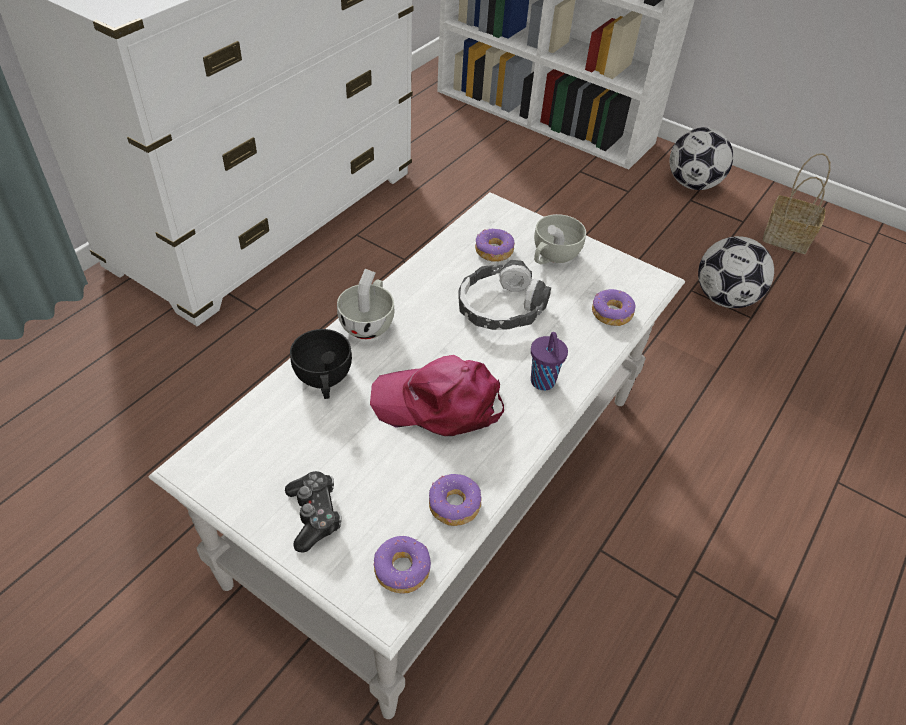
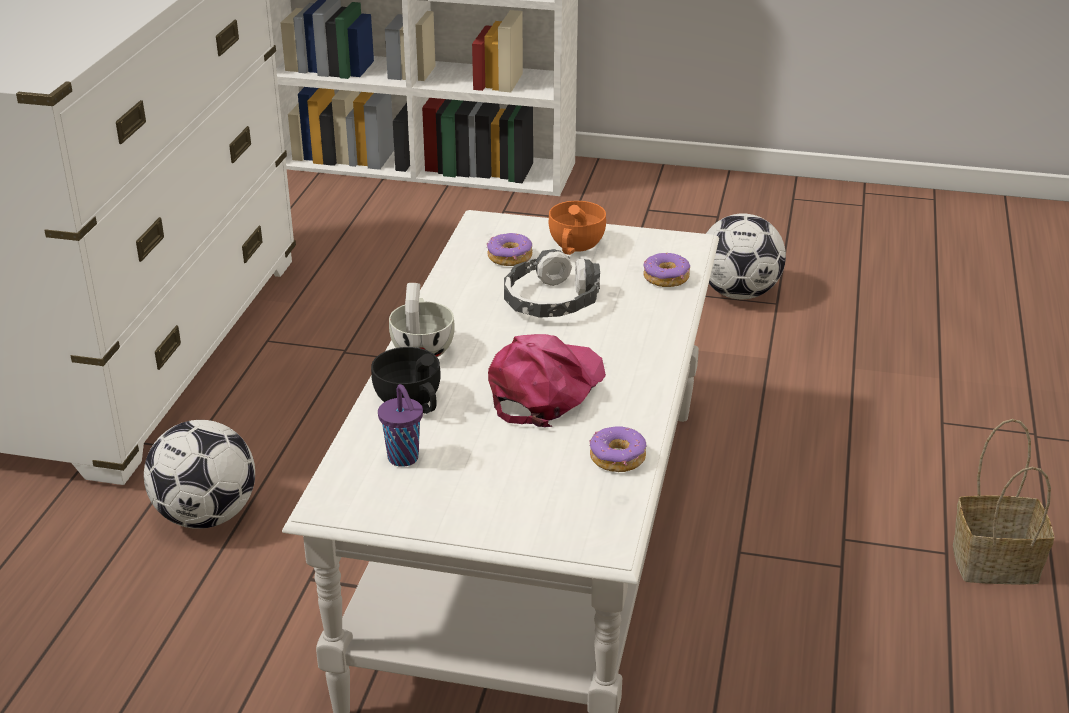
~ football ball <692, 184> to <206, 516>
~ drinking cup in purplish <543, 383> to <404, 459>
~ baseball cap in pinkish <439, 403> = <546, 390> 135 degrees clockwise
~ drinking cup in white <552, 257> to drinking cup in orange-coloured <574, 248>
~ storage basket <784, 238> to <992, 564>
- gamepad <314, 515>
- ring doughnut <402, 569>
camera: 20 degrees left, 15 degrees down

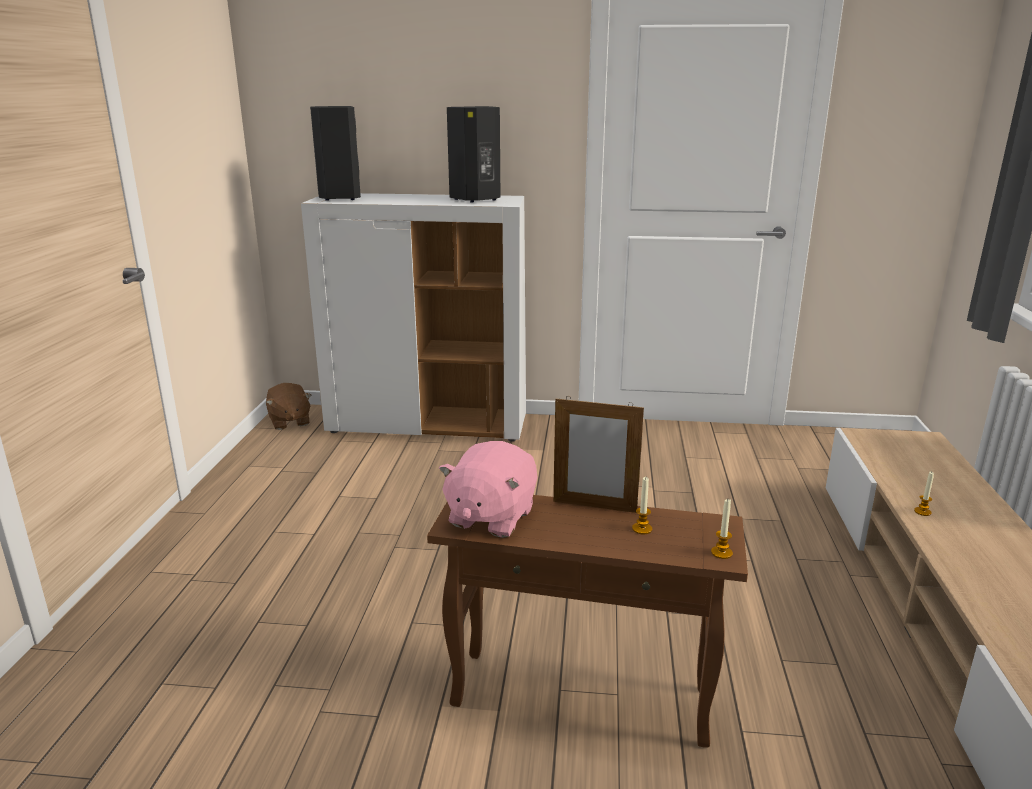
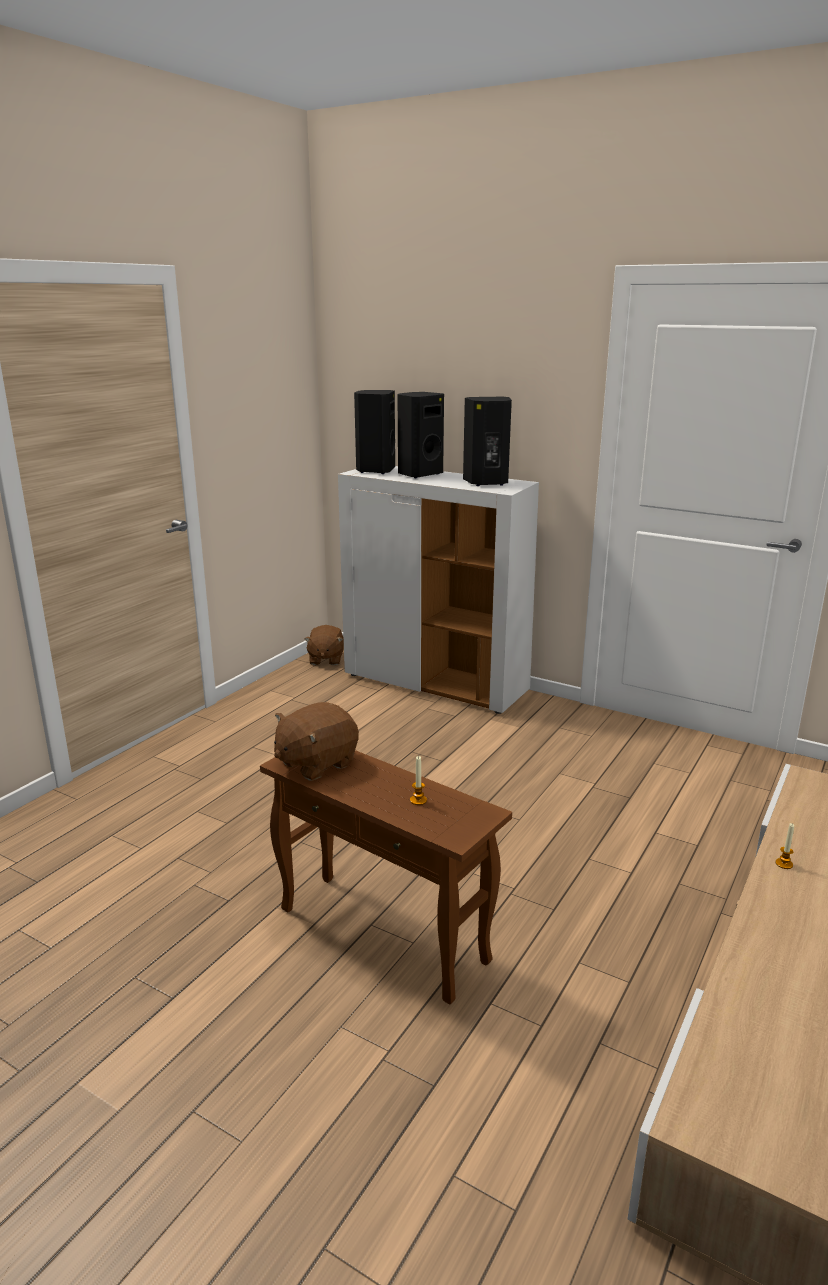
~ soft toy in pinkish <490, 517> to soft toy in brownish <316, 763>
+ loudspeaker in black <419, 474>
- standing frame <594, 506>
- wax light <721, 553>
camera: 25 degrees right, 0 degrees up

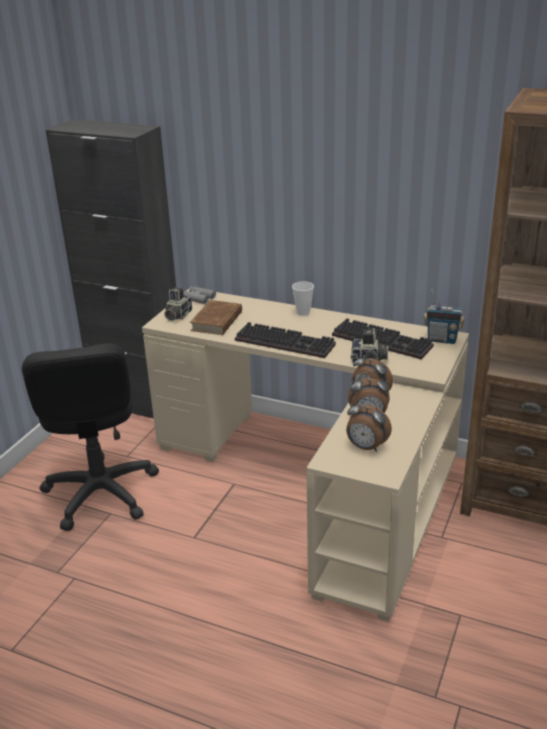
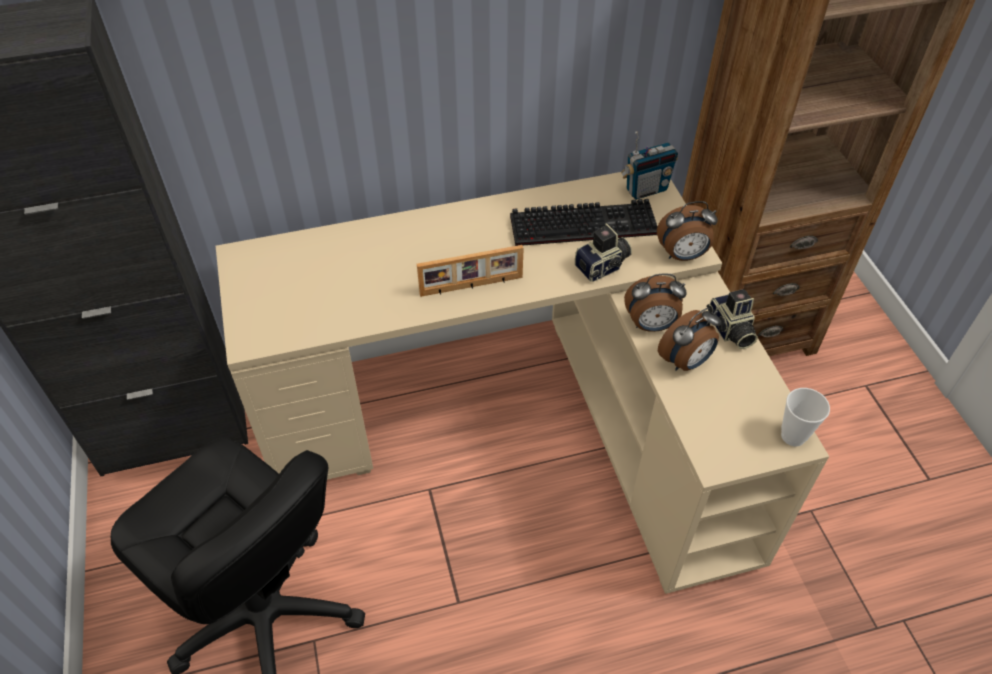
~ PC keyboard <287, 342> to standing frame <471, 286>
~ bedside clock <366, 447> to <682, 255>
~ photo camera <177, 315> to <729, 330>
~ drinking cup <303, 312> to <793, 436>
- pair of binoculars in grey <198, 298>
- bound book in brownish <217, 321>
camera: 40 degrees left, 20 degrees up

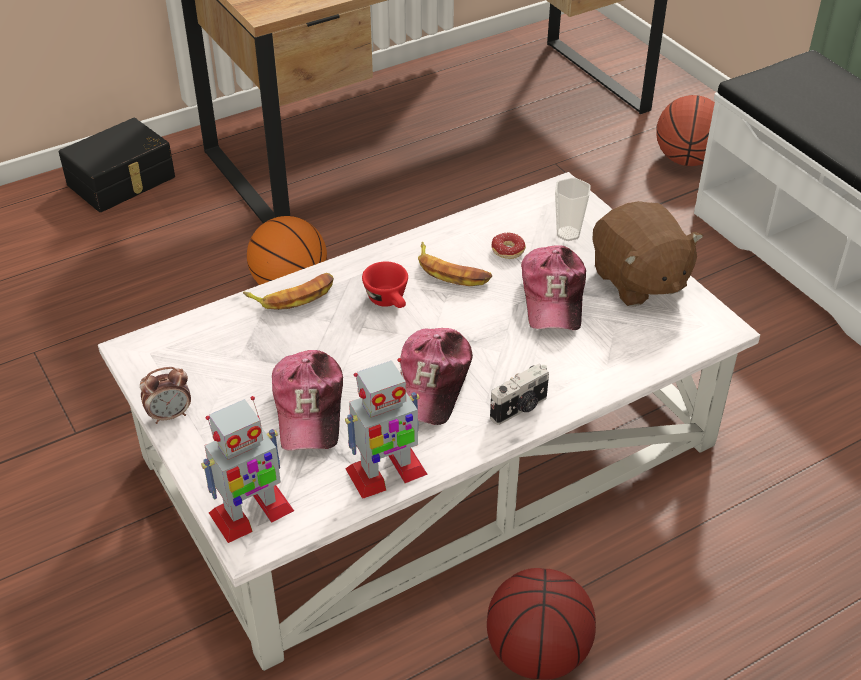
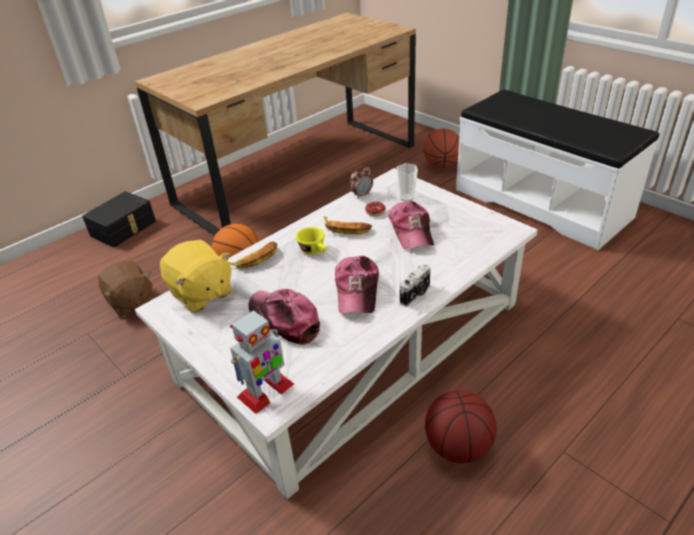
~ soft toy in brownish <638, 280> to <131, 302>
+ soft toy in yellowish <201, 293>
~ baseball cap <309, 408> = <284, 320> 150 degrees clockwise
~ drinking cup in reddish <389, 301> to drinking cup in yellowish <314, 251>
~ bedside clock <170, 415> to <362, 195>
- model robot <385, 472>
camera: 10 degrees left, 5 degrees down

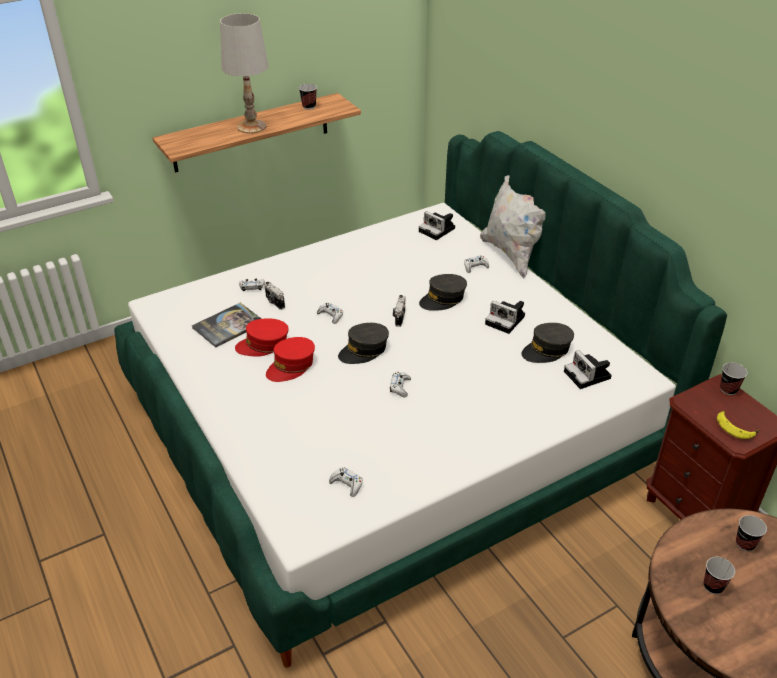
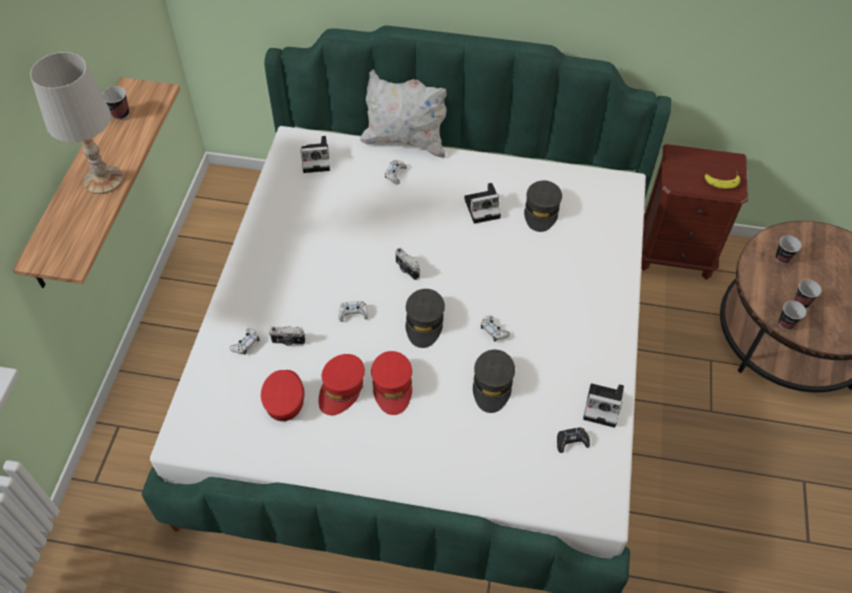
~ bound book <228, 325> to baseball cap in reddish <284, 398>
~ baseball cap in grey <443, 299> to <492, 385>
~ gamepad in white <347, 484> to gamepad in black <571, 442>
~ photo camera <588, 376> to <604, 406>
~ drinking cup <728, 389> to <786, 323>
camera: 50 degrees left, 15 degrees up

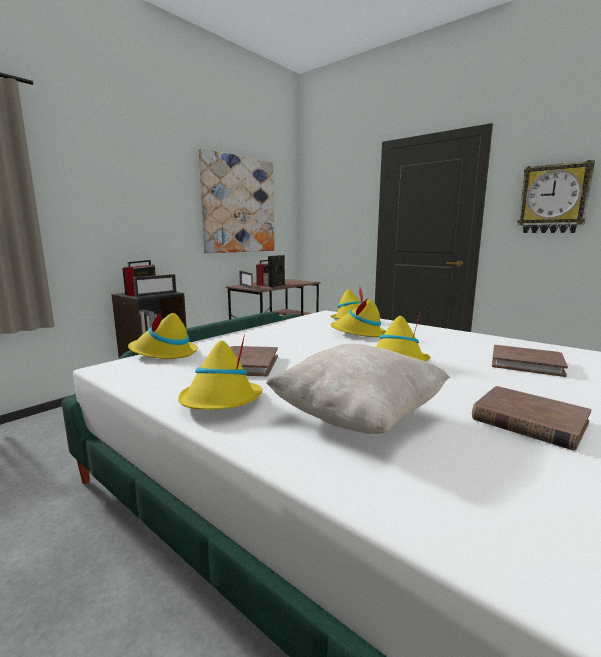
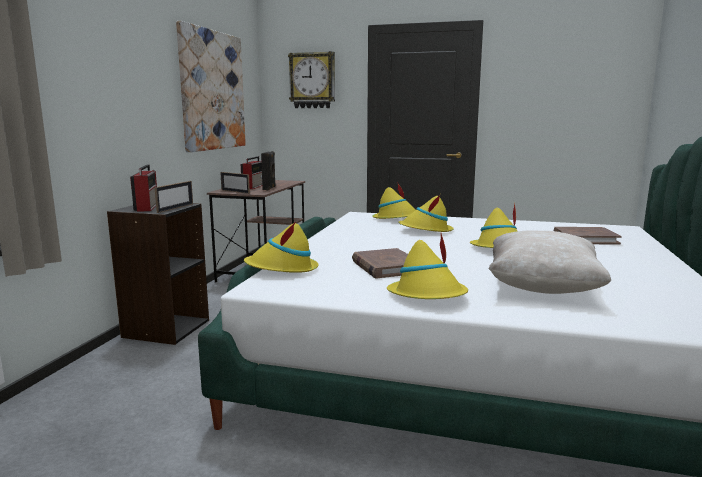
~ clock on the wall <553, 199> to <312, 80>
- bound book in brownish <528, 421>
camera: 25 degrees left, 0 degrees up

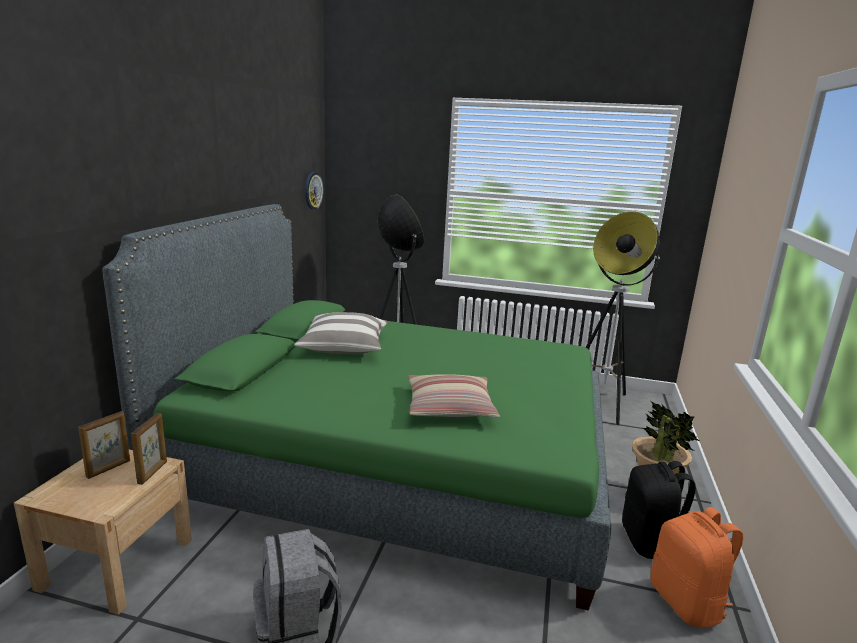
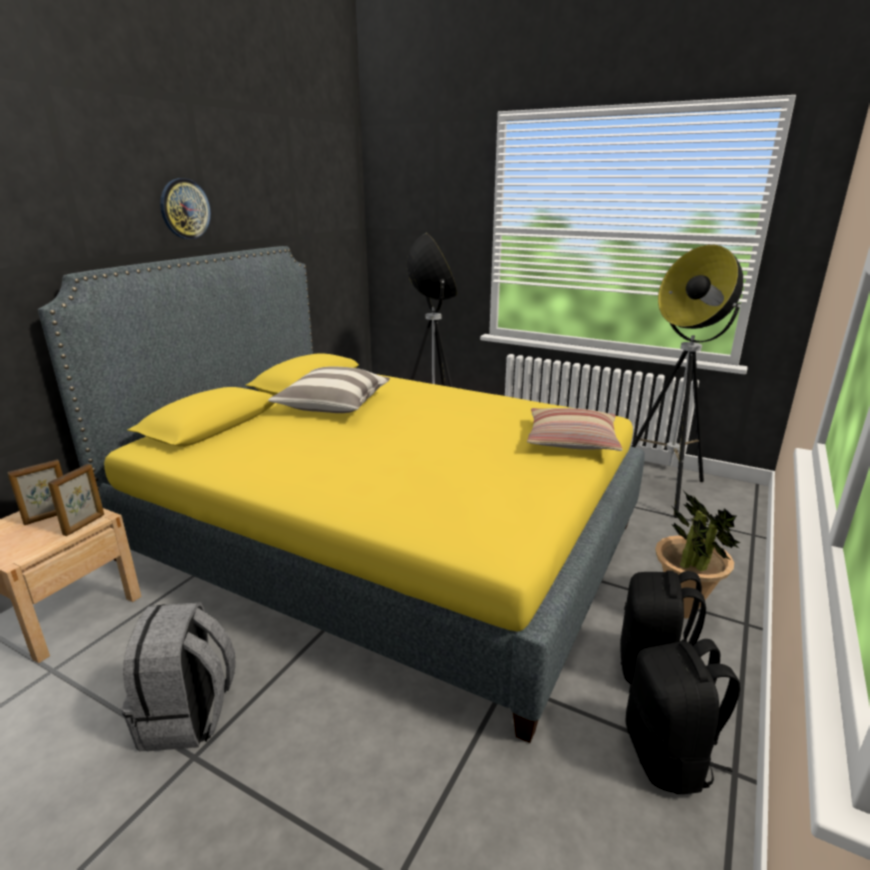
~ sleeping bed in green-coloured <393, 466> to sleeping bed in yellowish <380, 541>
~ clock on the wall <313, 190> to <185, 209>
~ throw pillow <450, 407> to <572, 440>
~ knapsack in orange-coloured <687, 603> to knapsack in black <669, 756>
camera: 15 degrees right, 5 degrees up

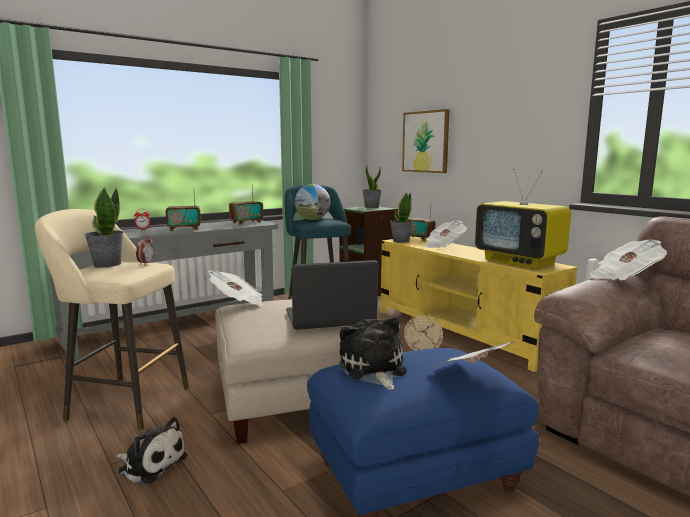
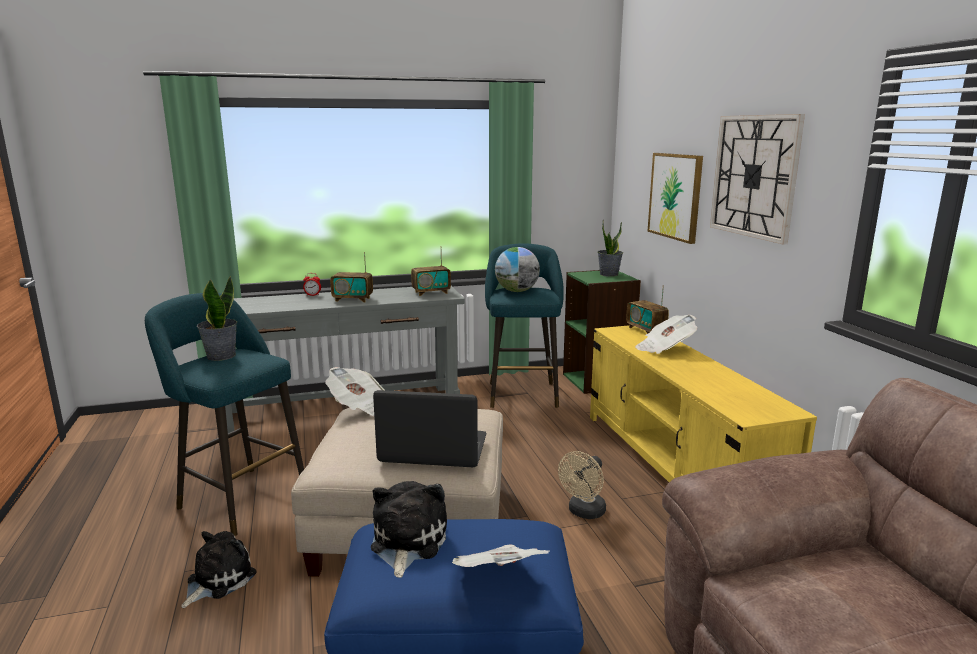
~ stool seat in sand-coloured <123, 402> to stool seat in turquoise <239, 498>
~ soft toy <151, 463> = <217, 580> 105 degrees counterclockwise
+ clock on the wall <754, 176>
- bedside clock <146, 264>
- houseplant <400, 241>
- TV set <520, 262>
- newspaper <624, 277>
camera: 20 degrees right, 5 degrees up

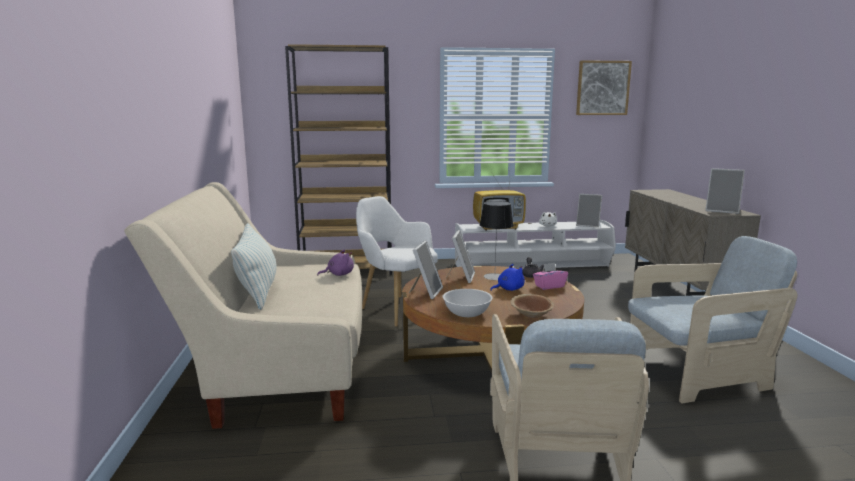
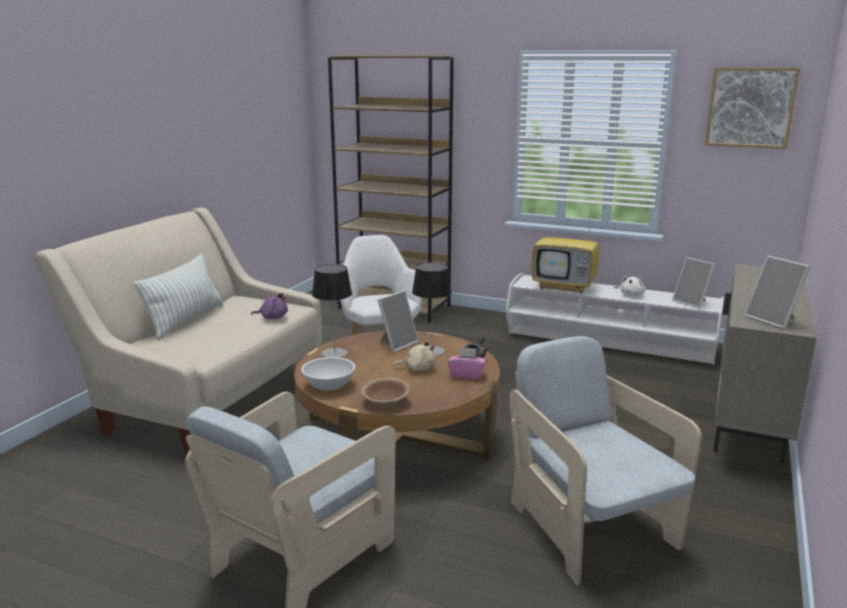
~ standing frame <426, 292> to table lamp <334, 353>
~ soft toy in blue <508, 289> to soft toy in sand-coloured <418, 368>
~ armchair in sand-coloured <697, 375> = <589, 528> 135 degrees counterclockwise
camera: 30 degrees right, 5 degrees up

